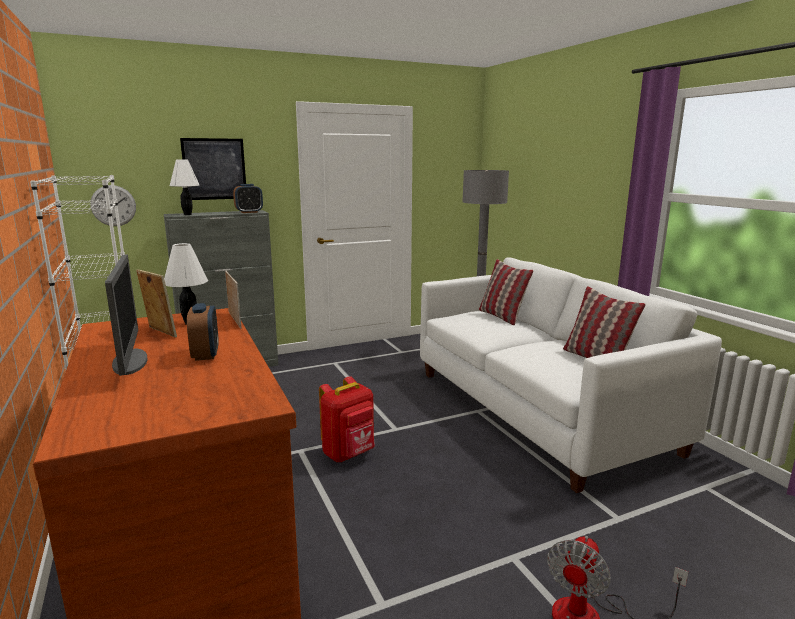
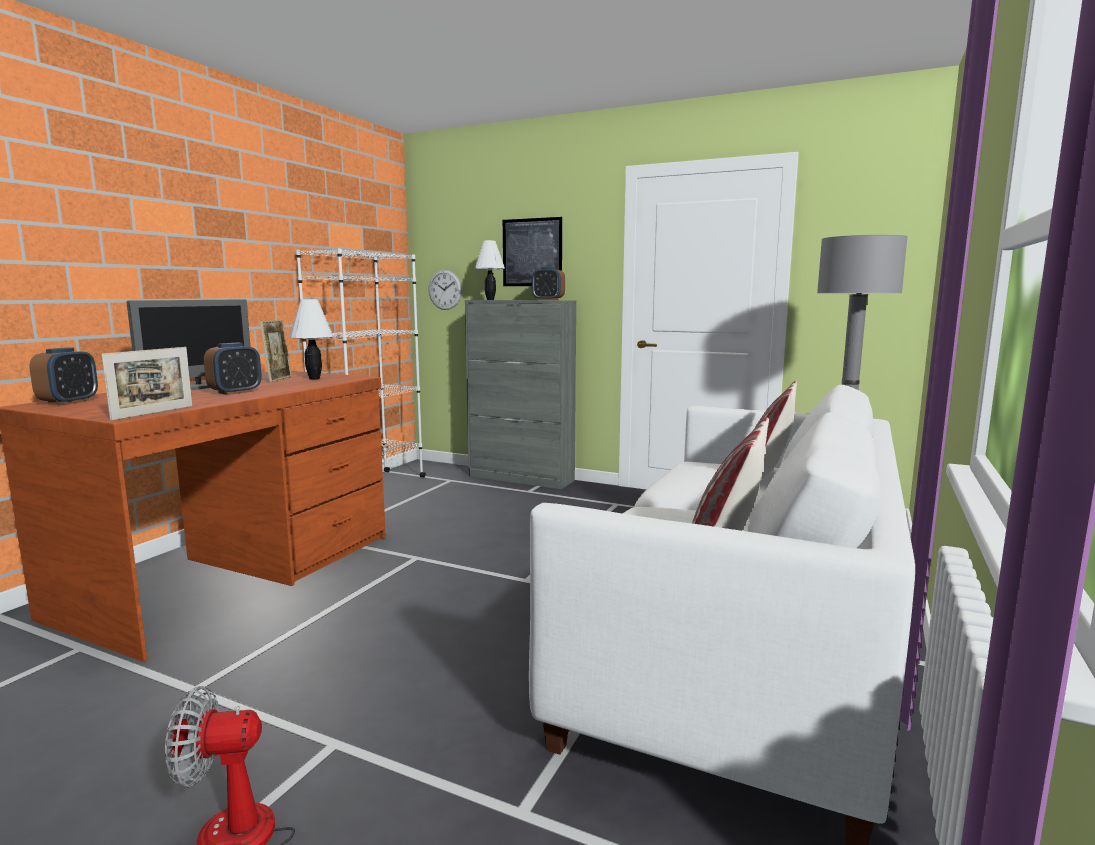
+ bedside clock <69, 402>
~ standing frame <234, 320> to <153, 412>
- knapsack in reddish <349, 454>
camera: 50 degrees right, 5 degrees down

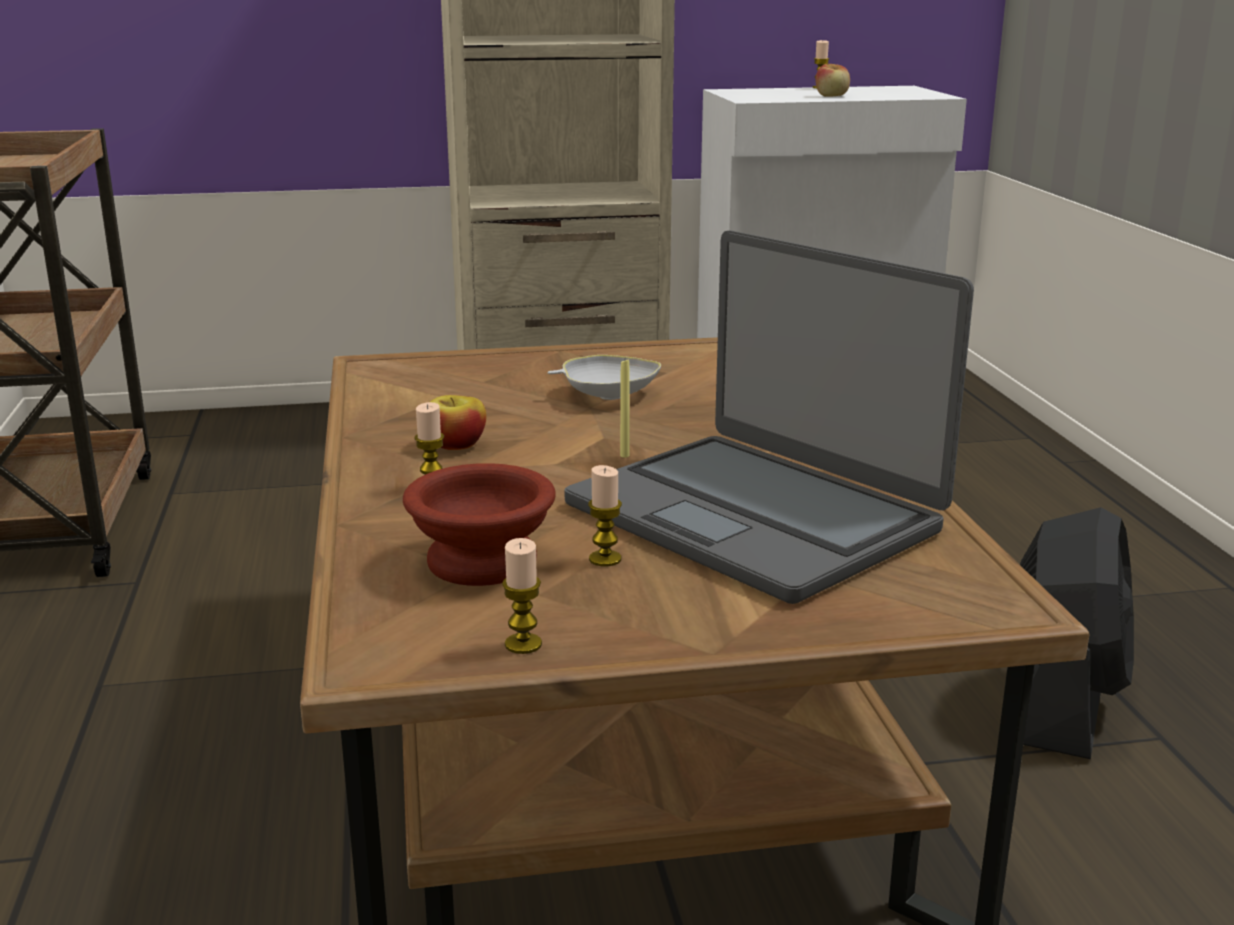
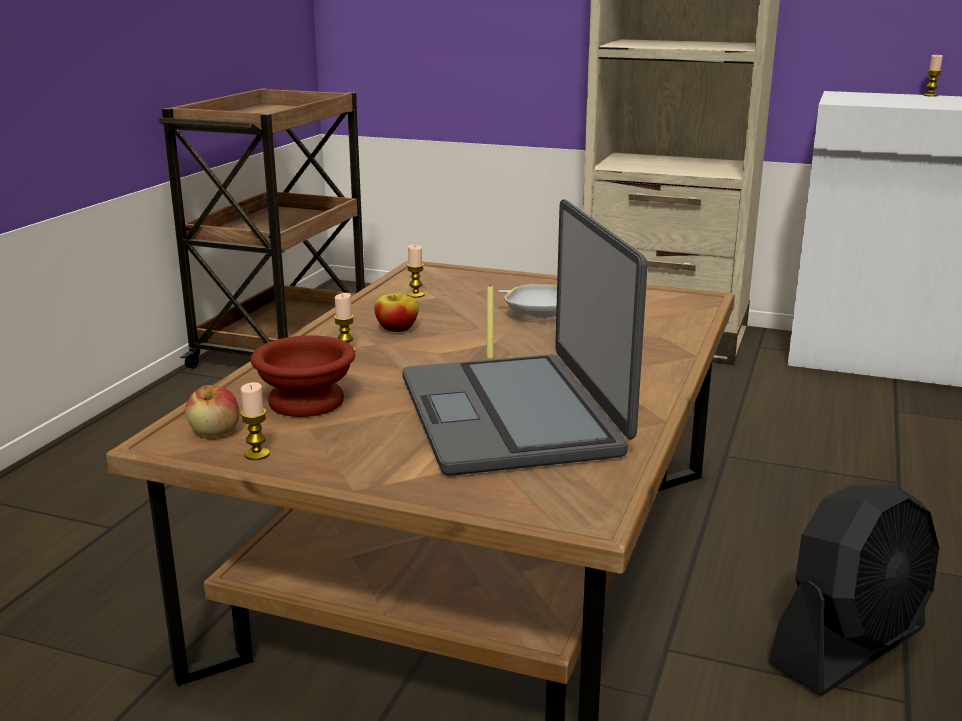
~ apple fruit <832, 96> to <215, 432>
~ wax light <605, 559> to <416, 295>
camera: 30 degrees right, 0 degrees up

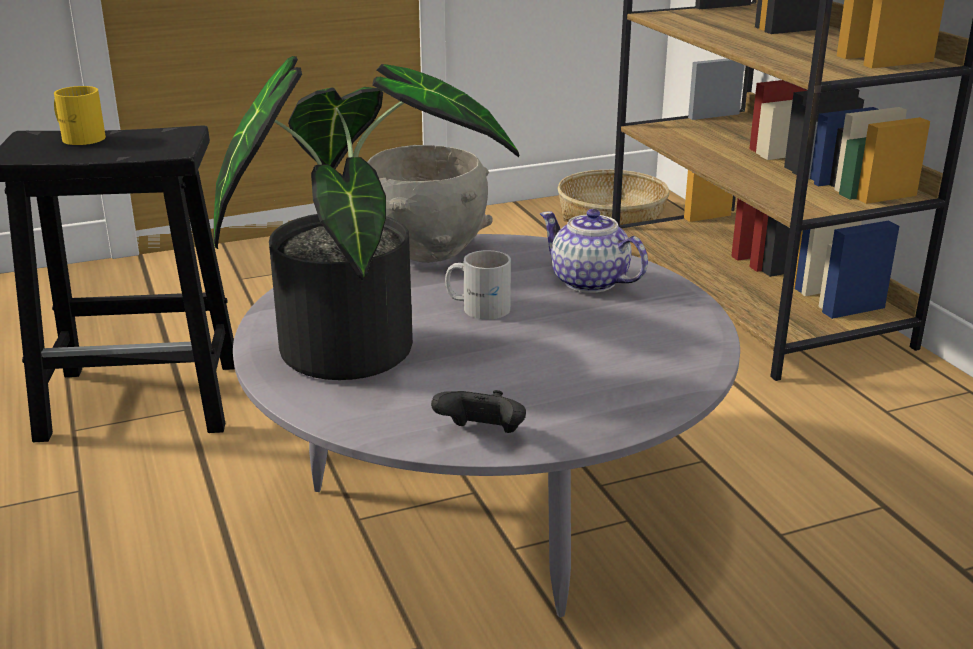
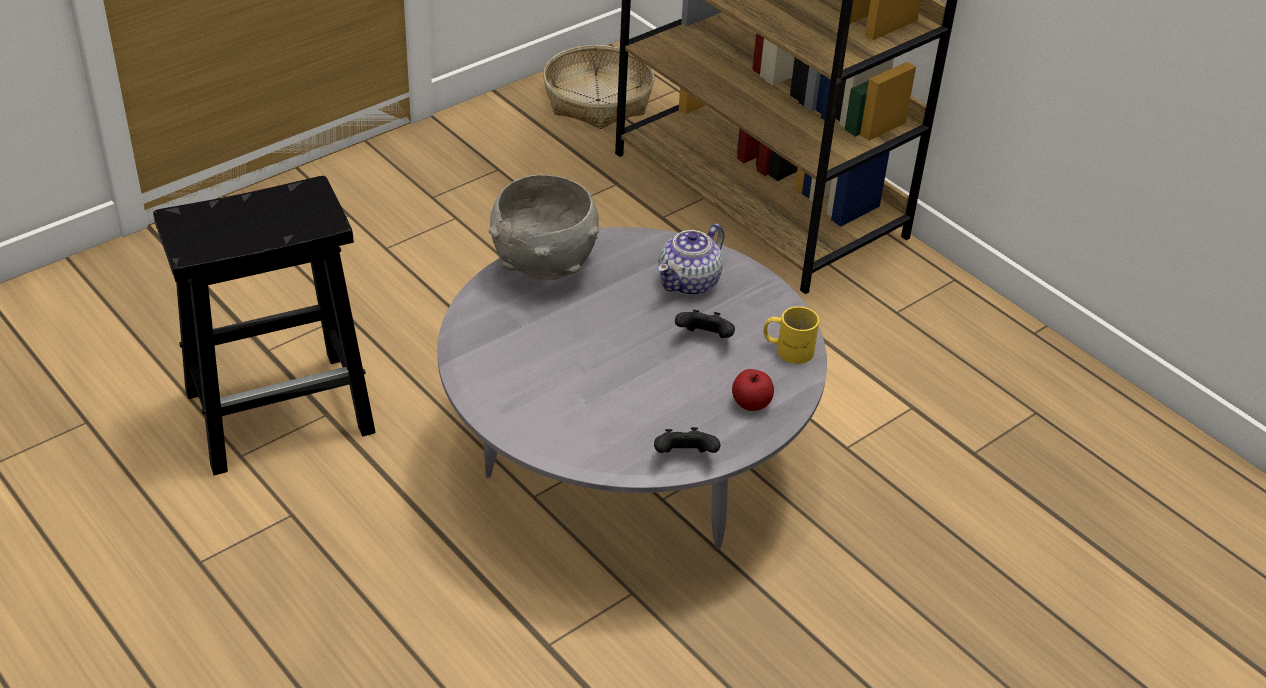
~ pot for tea <589, 282> = <690, 282> 75 degrees counterclockwise
+ gamepad in black <705, 338>
+ apple fruit <751, 403>
~ mug in yellowish <80, 136> to <788, 348>
- houseplant <355, 343>
- mug in white <478, 307>
camera: 20 degrees left, 15 degrees up

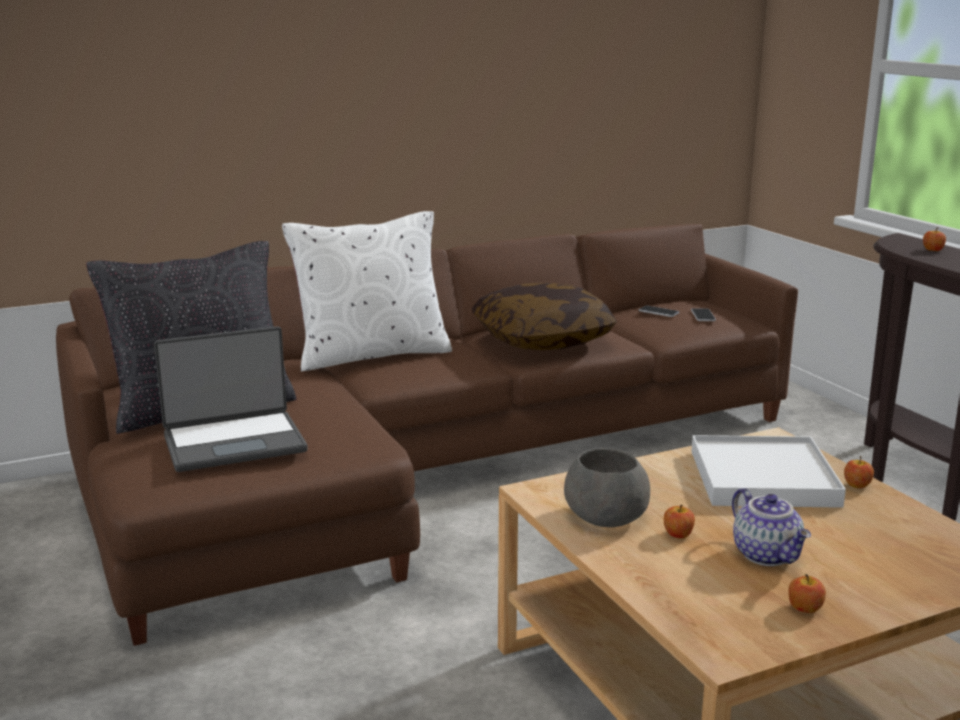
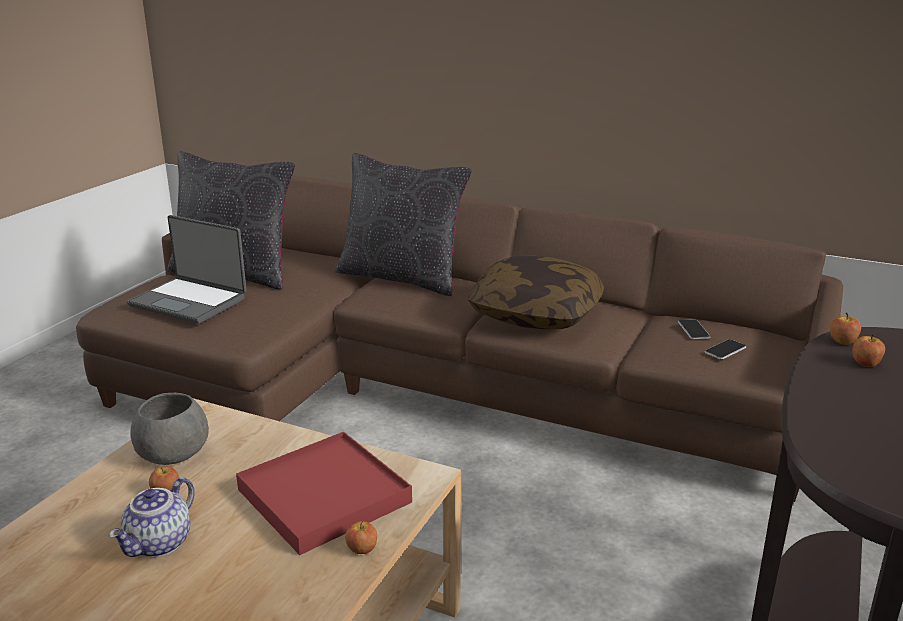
~ carrying tray in white <762, 478> to carrying tray in reddish <324, 495>
~ throw pillow in white <371, 354> to throw pillow in black <402, 277>
~ apple fruit <804, 608> to <842, 341>
camera: 50 degrees right, 5 degrees up

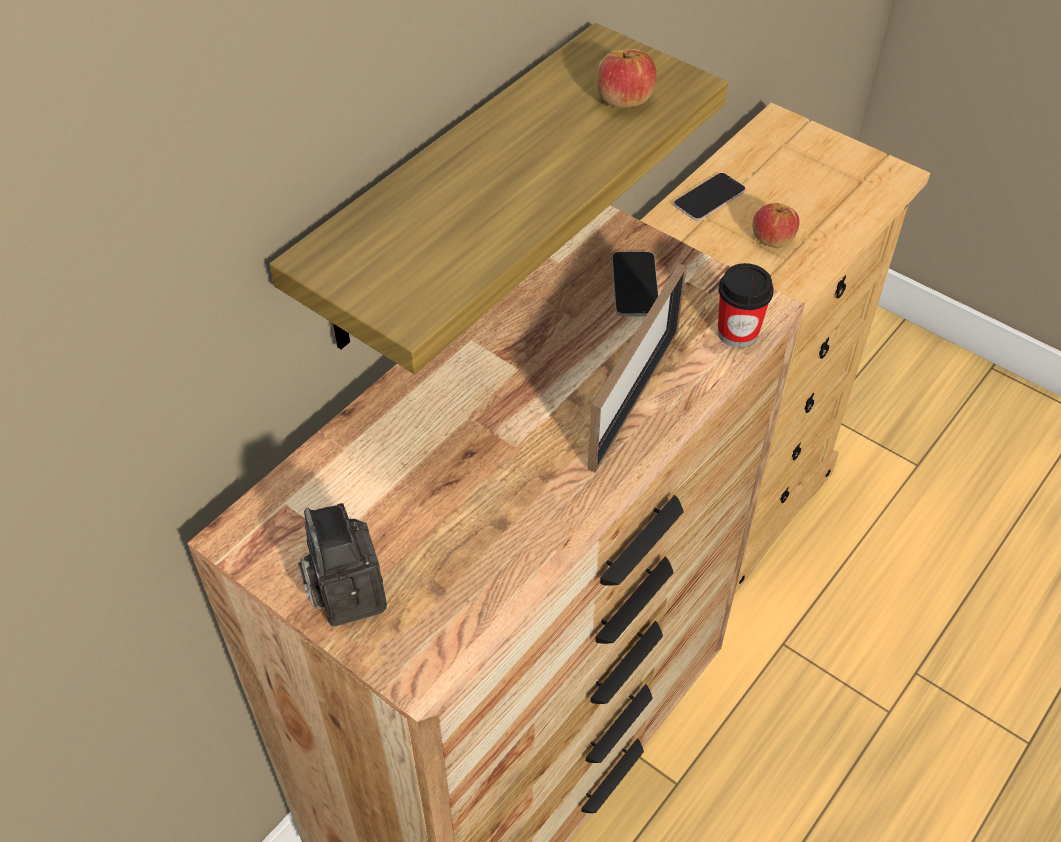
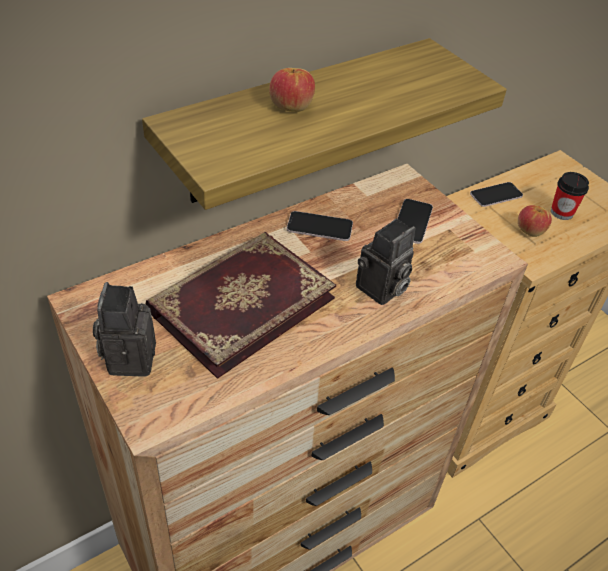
+ bound book <240, 303>
~ apple fruit <623, 99> to <291, 106>
+ phone <319, 227>
~ standing frame <634, 397> to photo camera <381, 290>
~ drinking cup <737, 333> to <562, 212>
camera: 15 degrees right, 5 degrees down

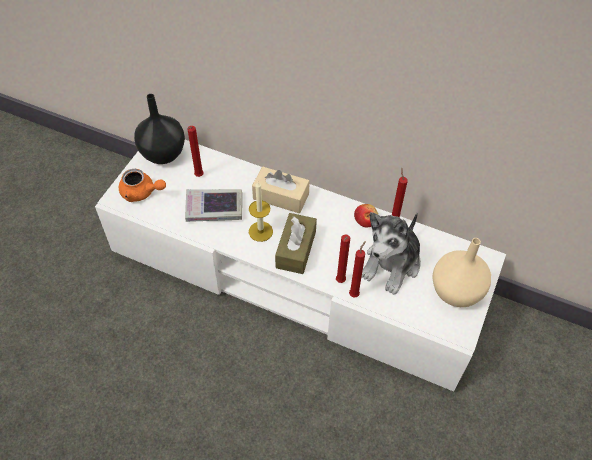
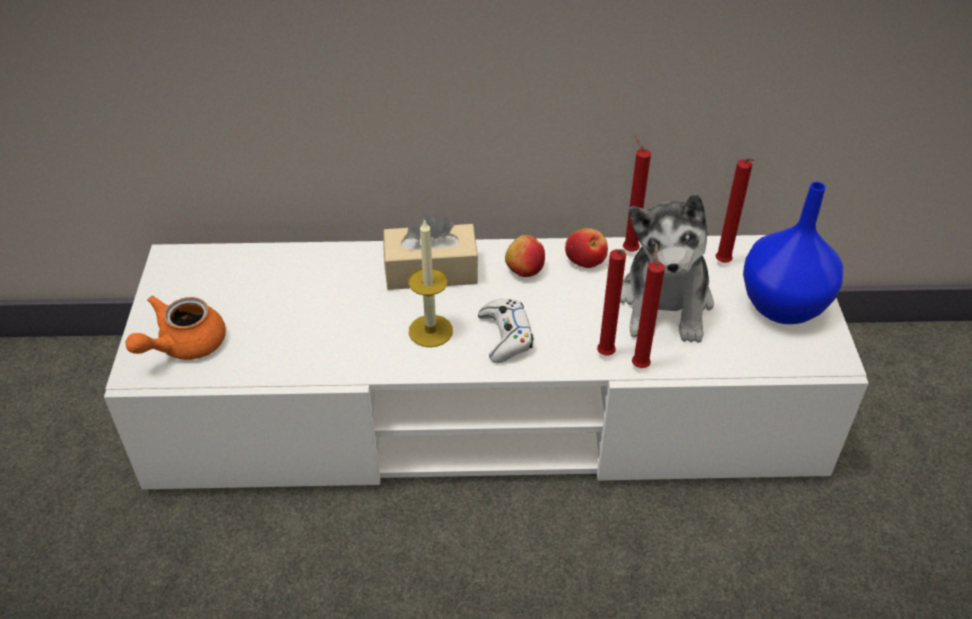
~ pot for tea in orange-coloured <141, 193> = <183, 345> 135 degrees clockwise
~ box of tissues in brownish <296, 249> to gamepad in white <505, 336>
+ apple fruit <524, 269>
~ wax light in reddish <198, 176> to <723, 264>
~ decorative vase in sand-coloured <455, 293> to decorative vase in blue <783, 308>
- decorative vase in black <162, 154>
- bound book <214, 208>
camera: 25 degrees left, 10 degrees down

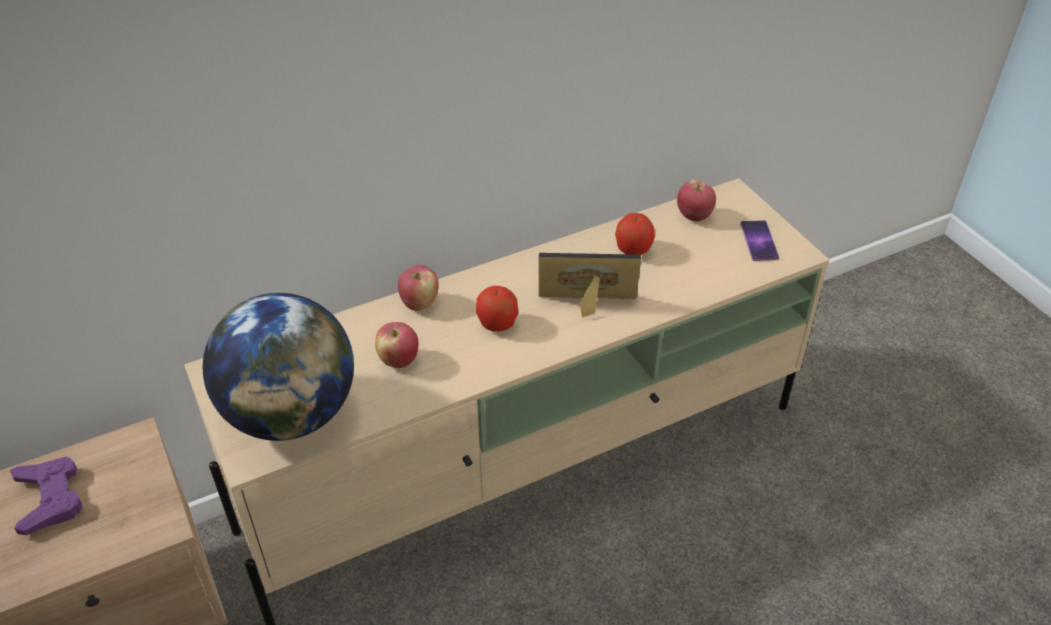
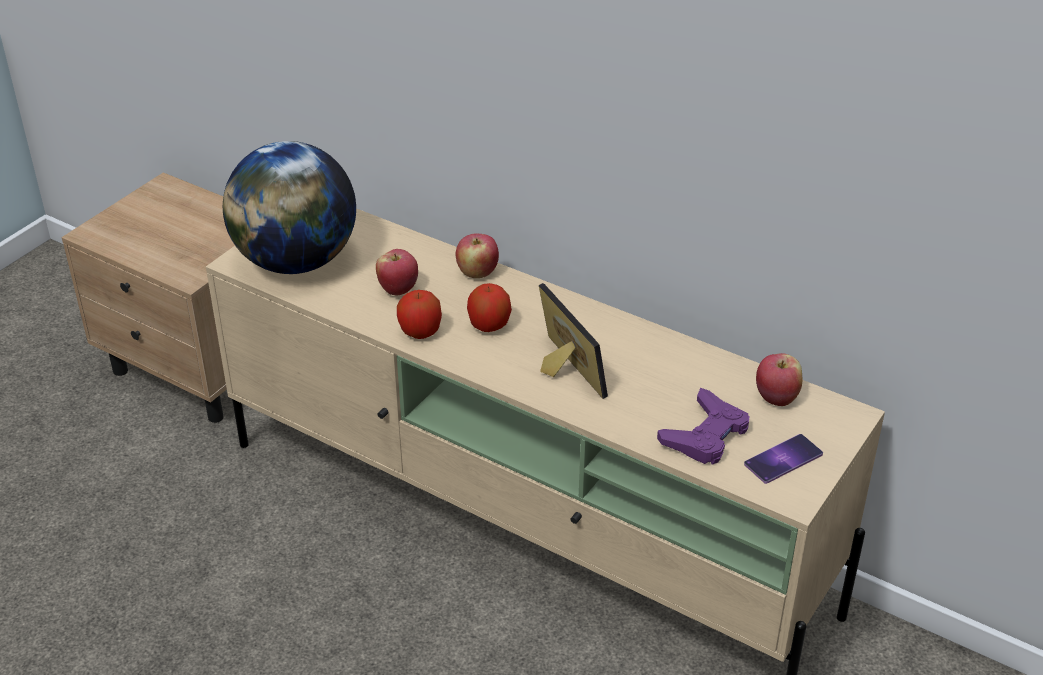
~ apple fruit <633, 250> to <420, 332>
~ gamepad in purplish <49, 498> to <705, 435>
camera: 60 degrees right, 5 degrees down

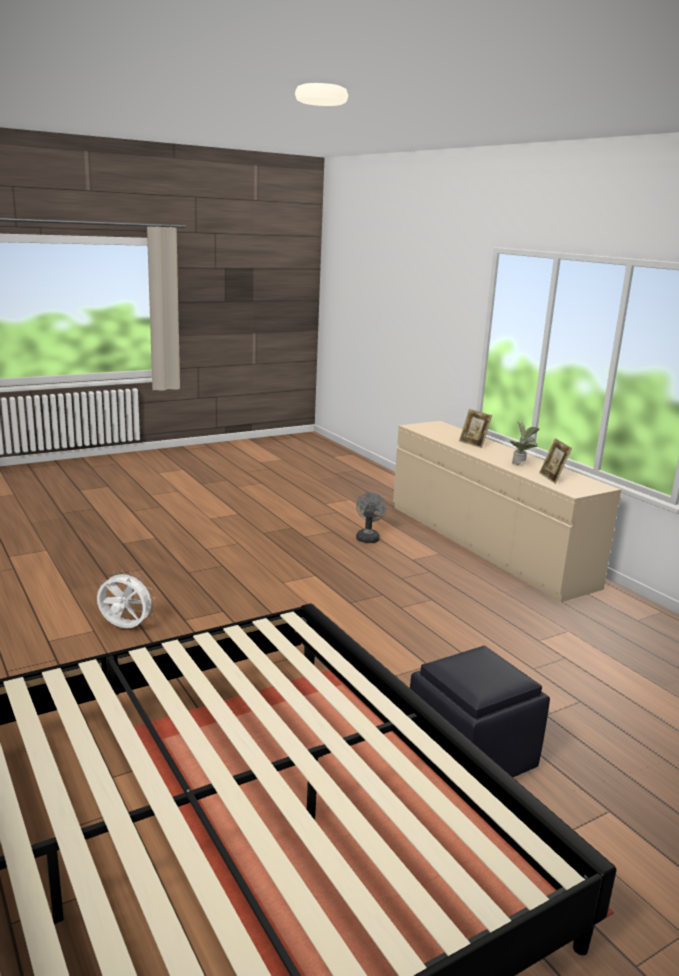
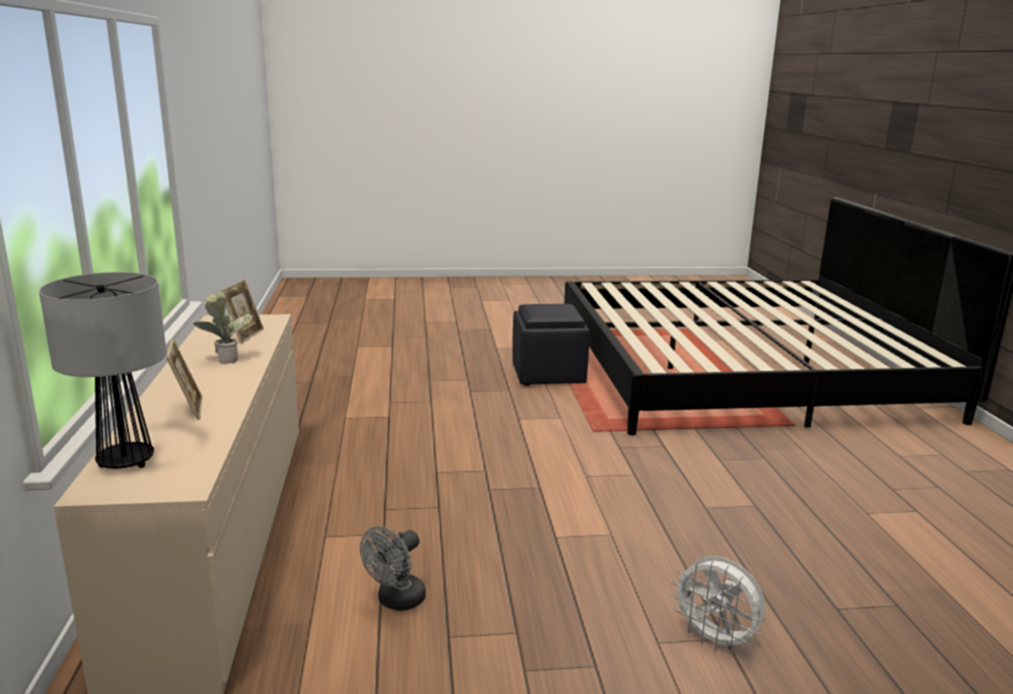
+ table lamp <126, 462>
~ cooling fan in white <125, 628> to <715, 640>
camera: 155 degrees left, 0 degrees up

